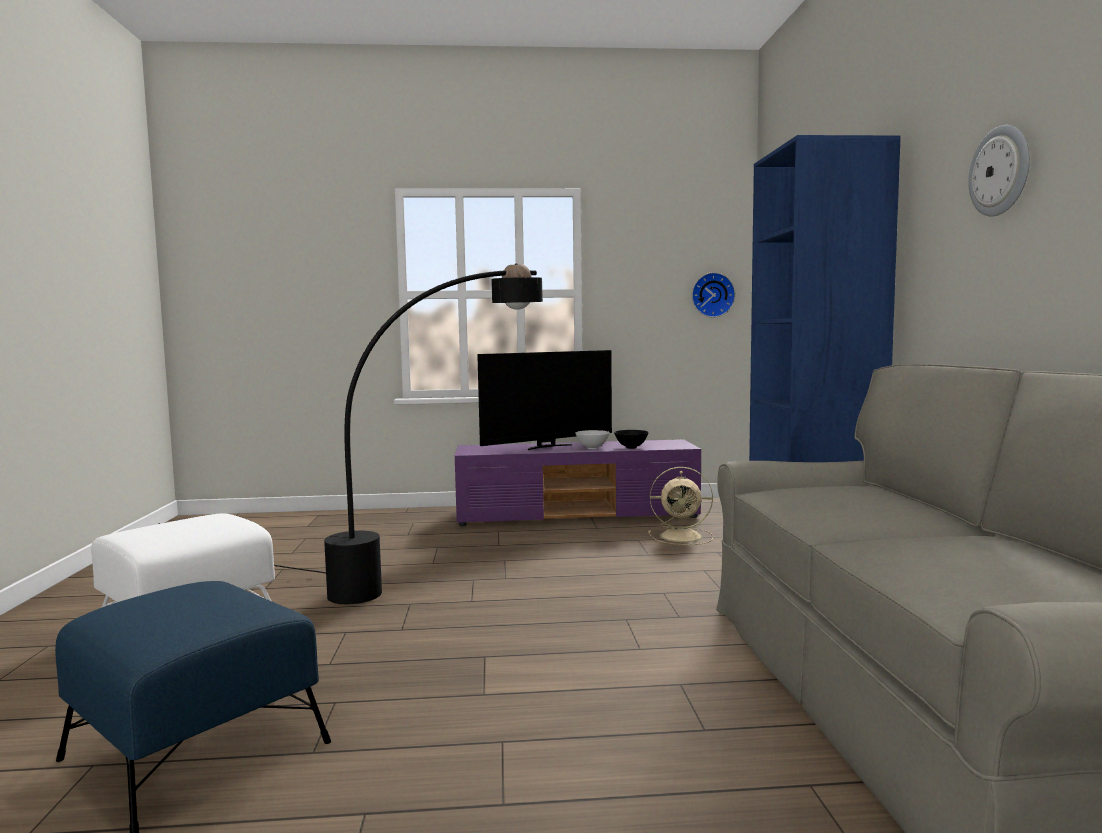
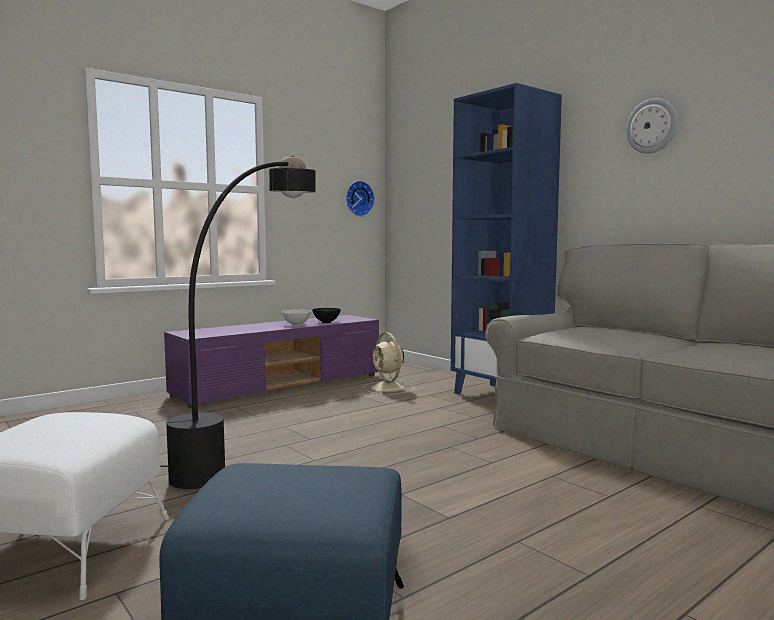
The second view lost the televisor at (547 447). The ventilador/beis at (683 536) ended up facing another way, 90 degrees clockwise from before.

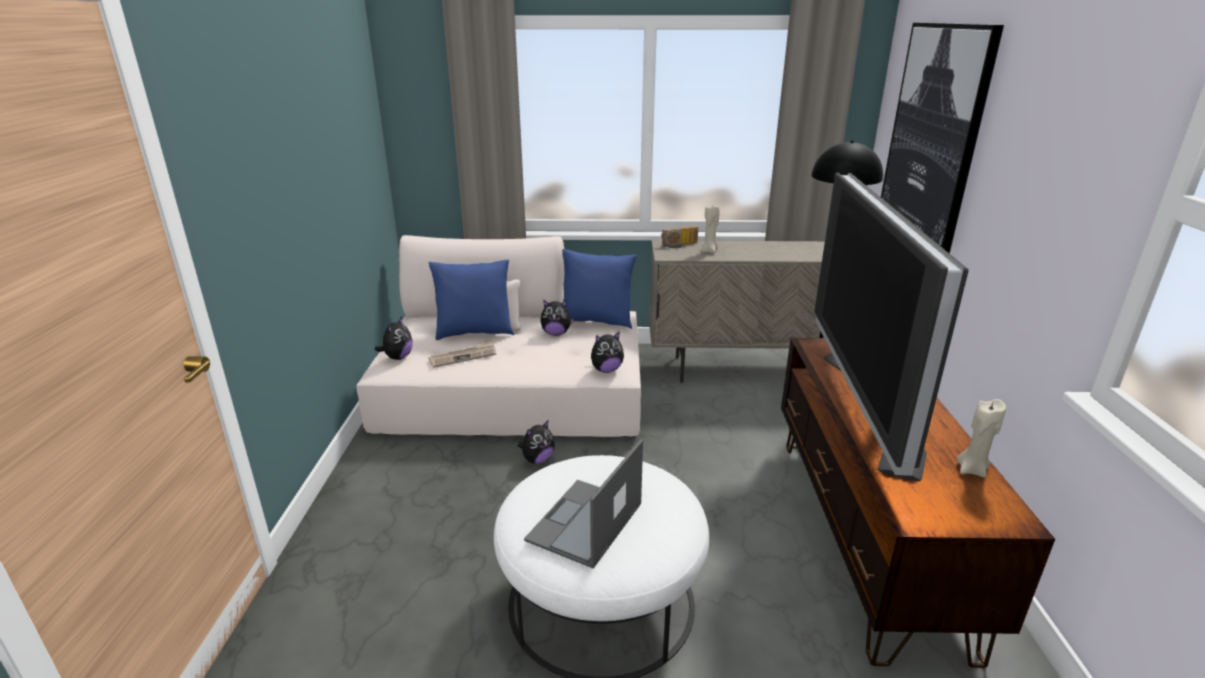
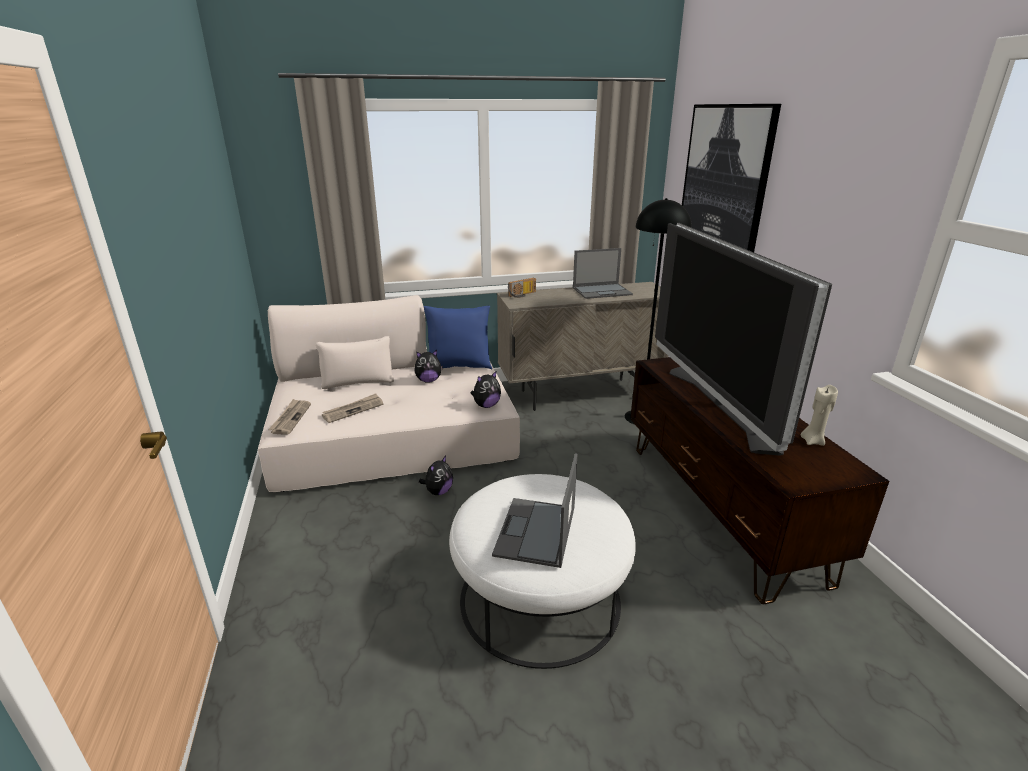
Where the peluche stood at (398 357), the periódico came to stand at (290 418). The second view lost the cojín/azul at (474 333). The second view lost the vela/beis at (709 251). The second view gained the portátil at (602 291).

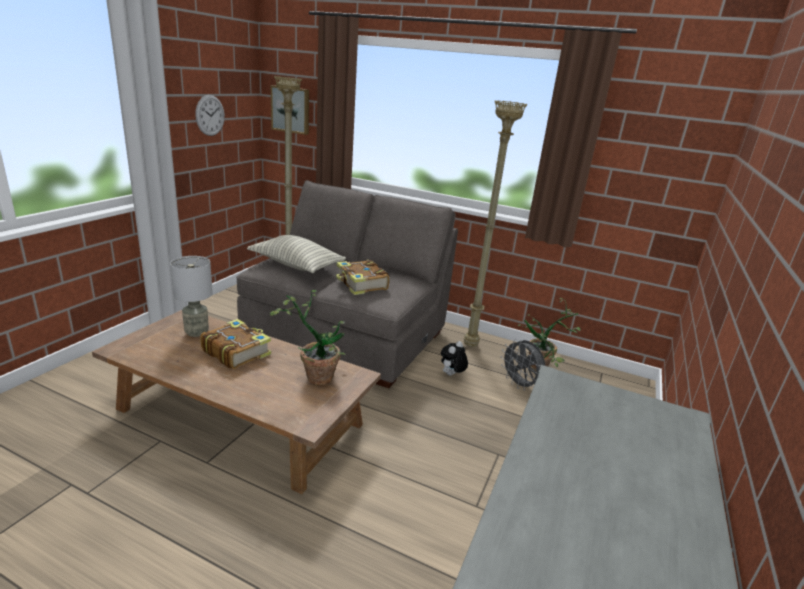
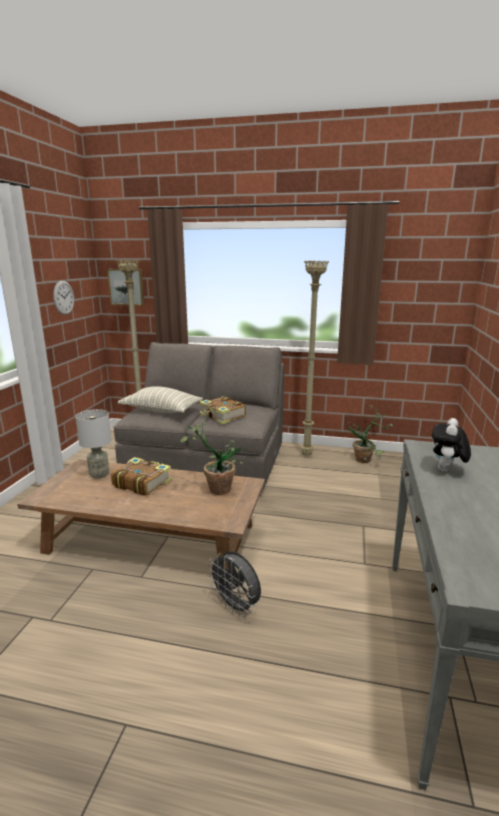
The peluche ended up elsewhere, having gone from (451 375) to (446 470). The ventilador/gris ended up elsewhere, having gone from (520 384) to (236 606).

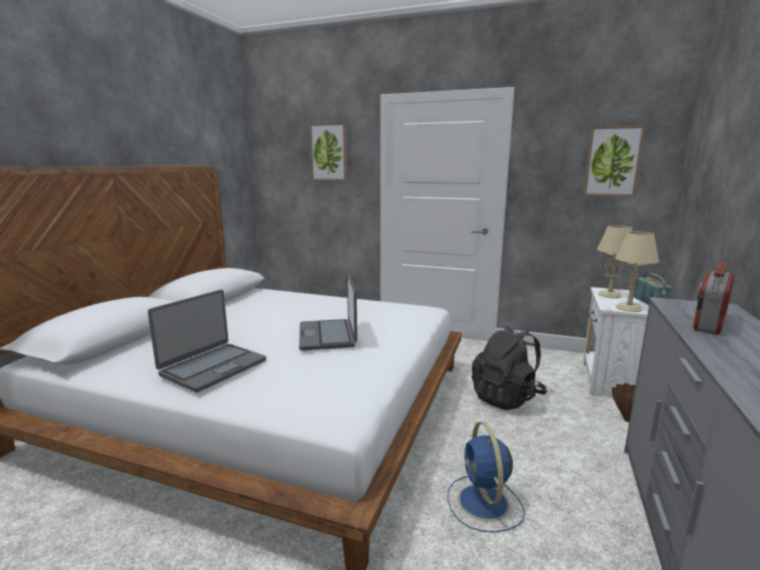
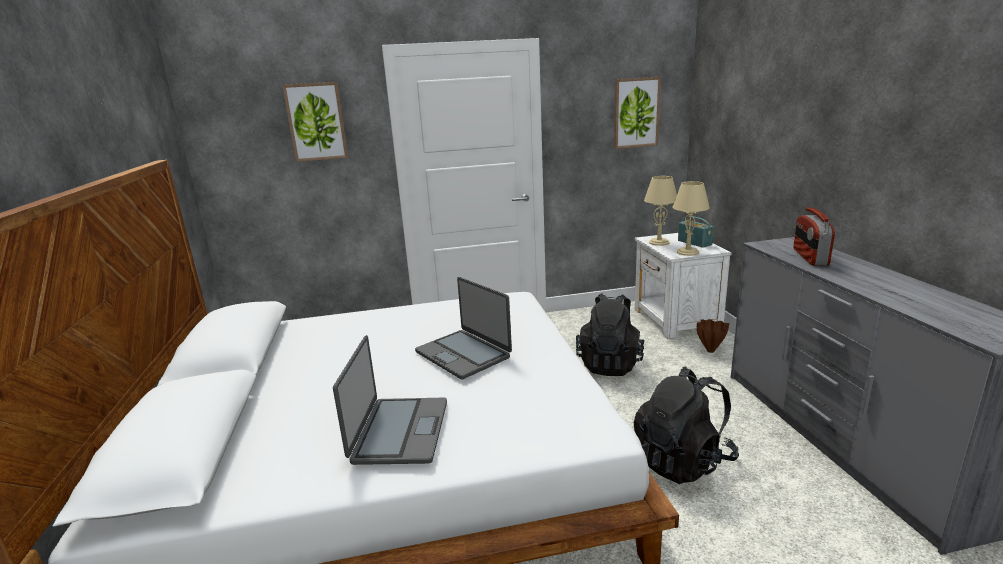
Where the ventilador/azul stood at (484 504), the mochila/negro came to stand at (682 461).

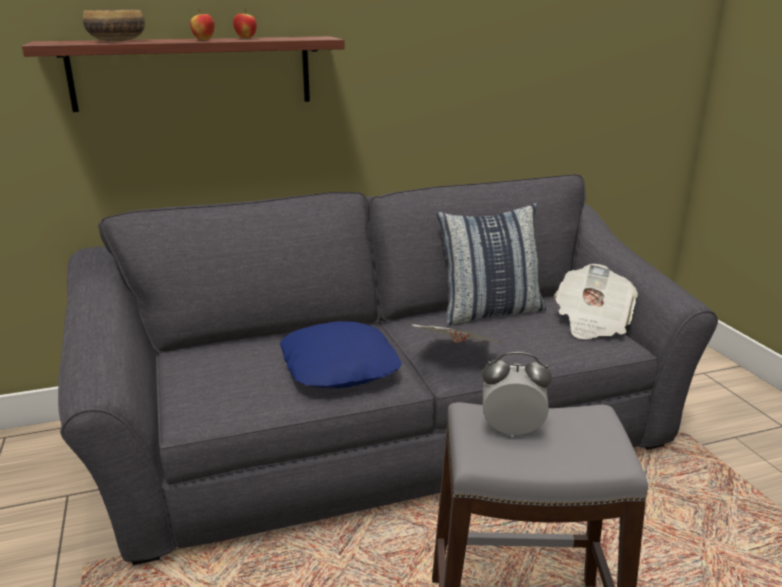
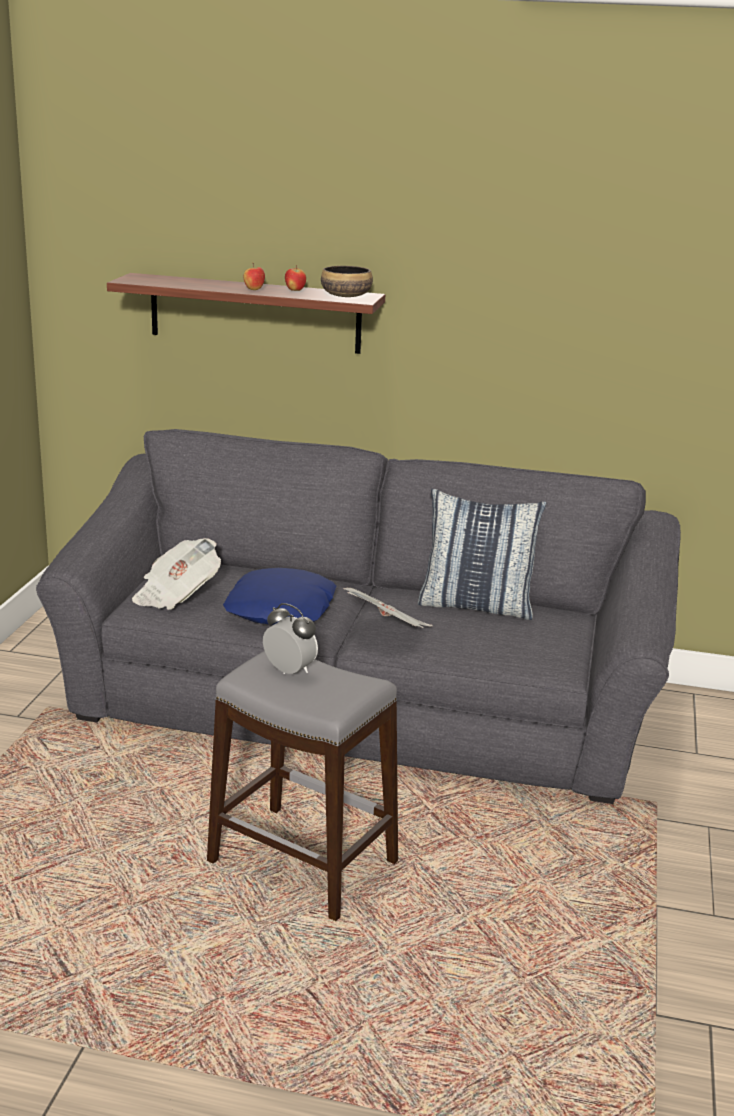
The cuenco ended up elsewhere, having gone from (117 41) to (346 296). The periódico ended up elsewhere, having gone from (592 322) to (176 595).

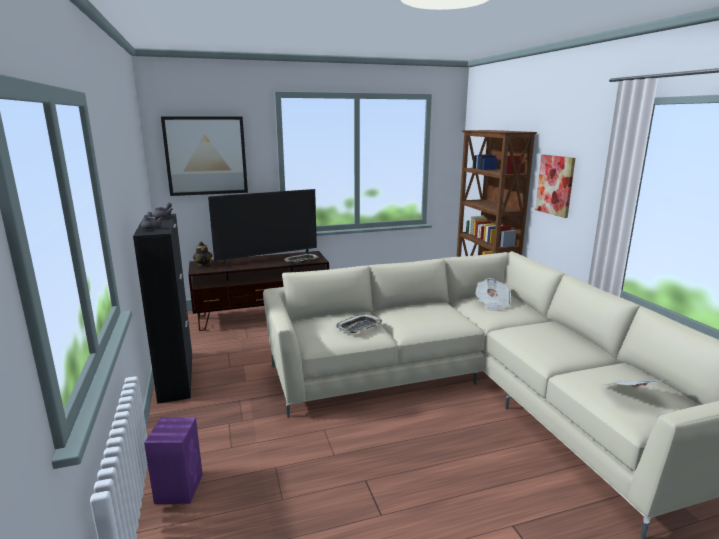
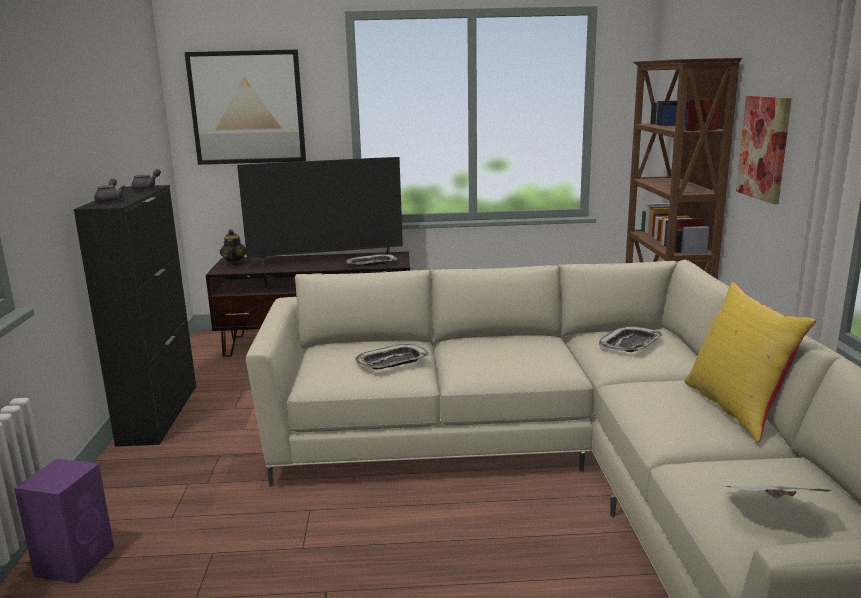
Where the periódico stood at (492 304), the bandeja came to stand at (630 344). The second view gained the cojín/amarillo at (736 408).

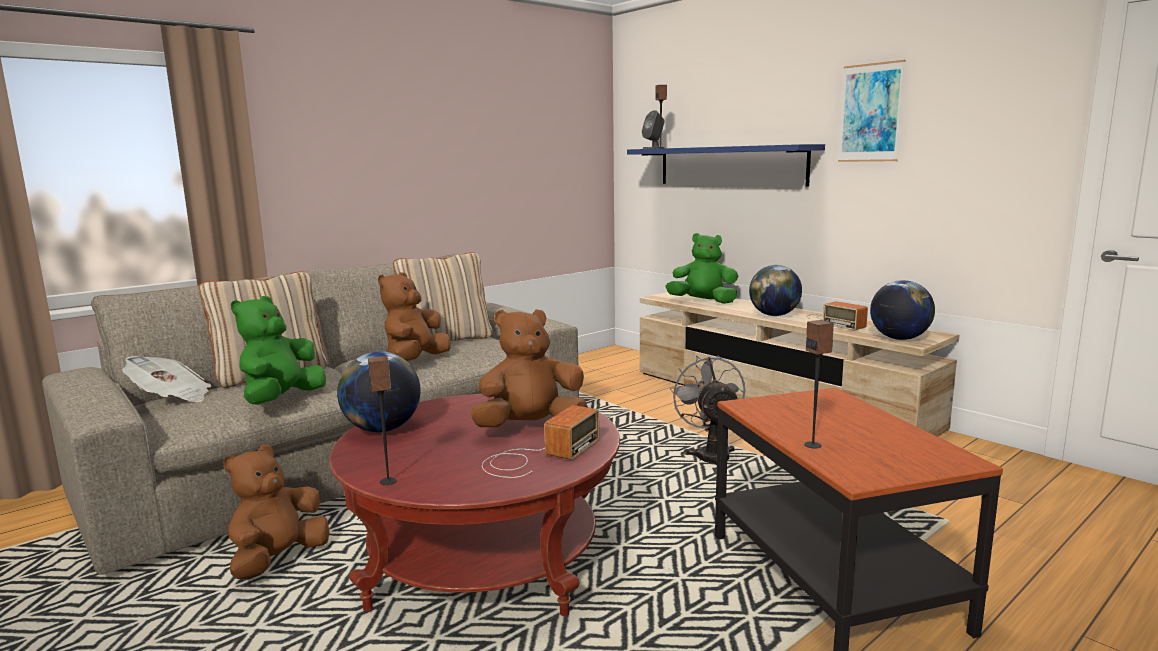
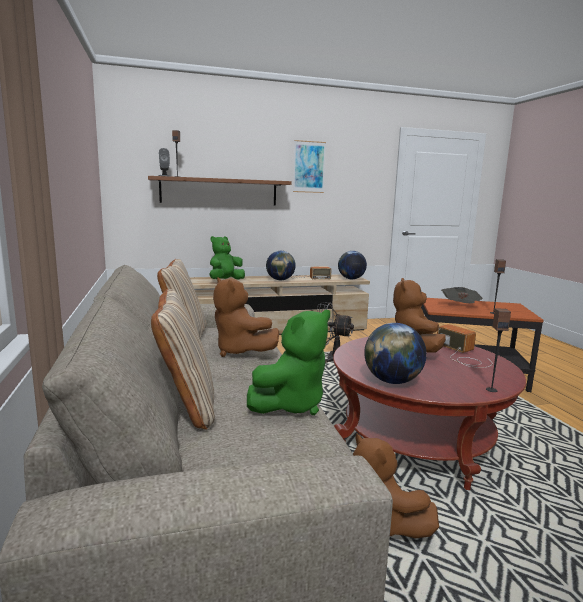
The periódico ended up elsewhere, having gone from (172 398) to (461 306). The peluche/verde at (281 400) ended up facing another way, 90 degrees counterclockwise from before. What was the estante/azul at (730 166) turned into the estante/marrón at (219 191).

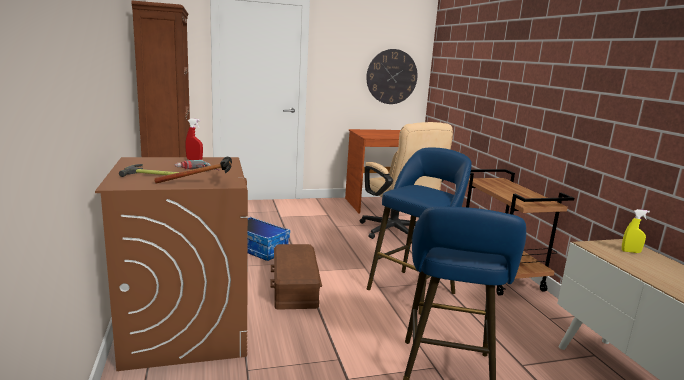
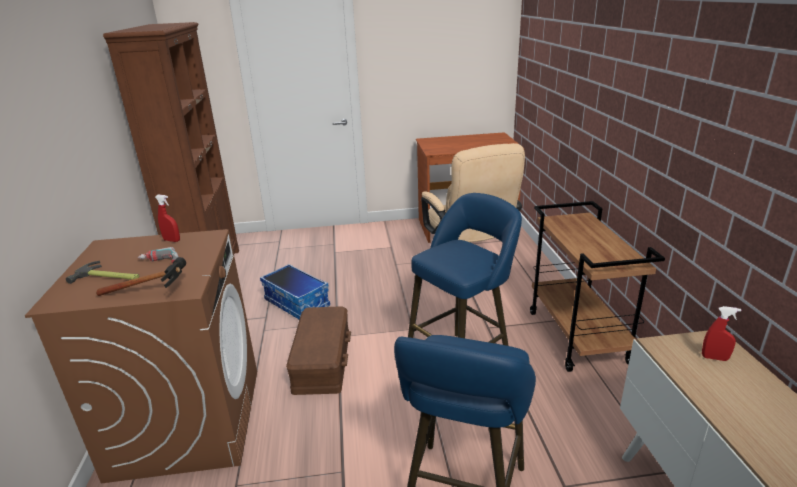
The second view lost the reloj de pared at (391 76). What was the pulverizador/amarillo at (630 252) turned into the pulverizador/rojo at (714 358).

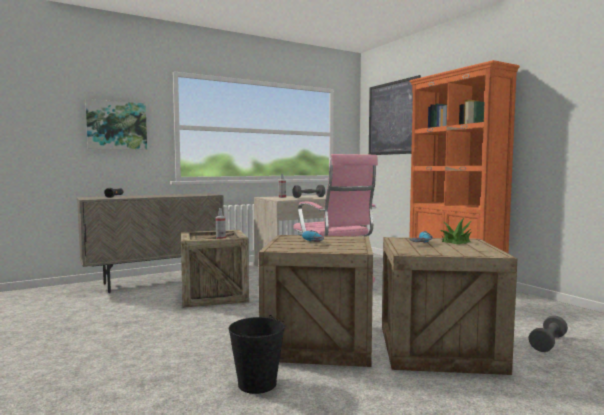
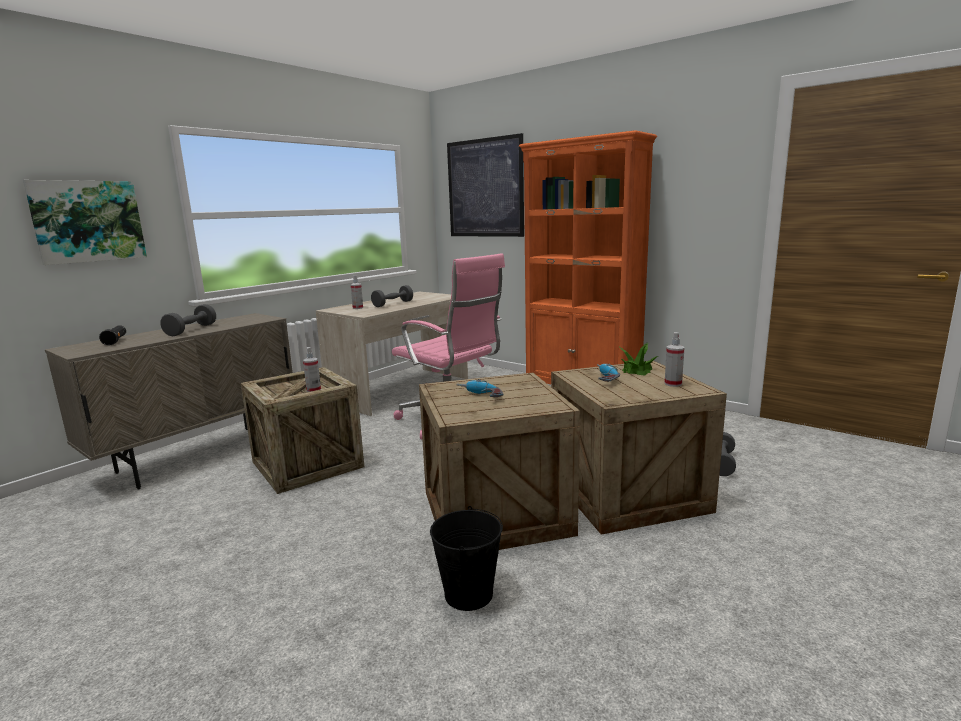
The second view gained the mancuerna/gris at (191 330). The second view gained the pulverizador at (673 384).

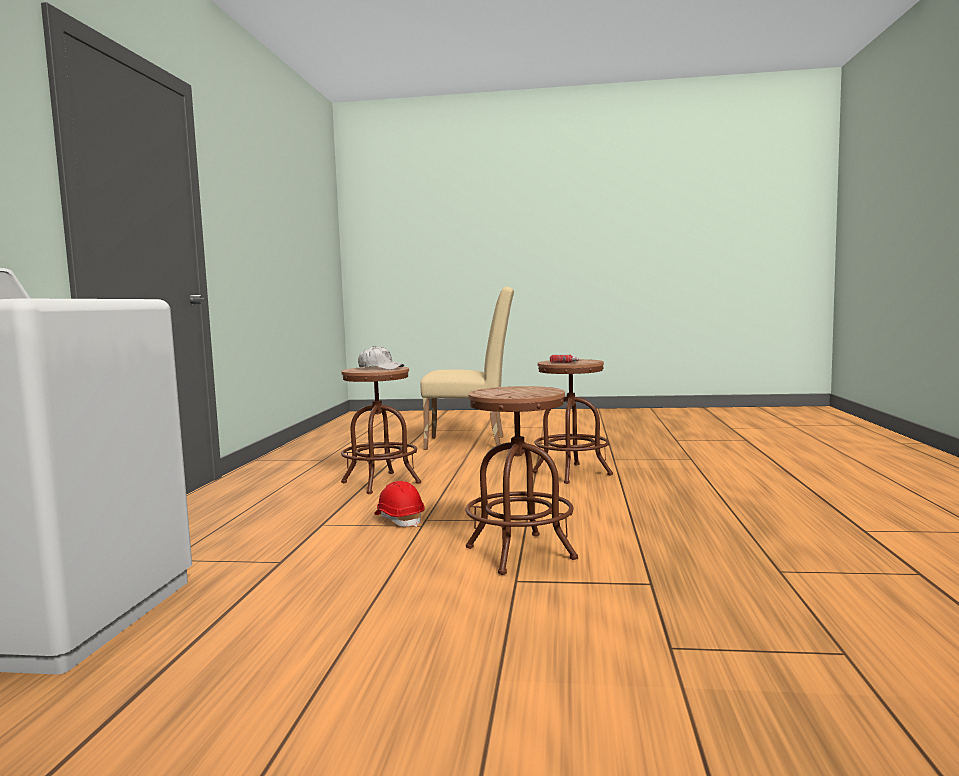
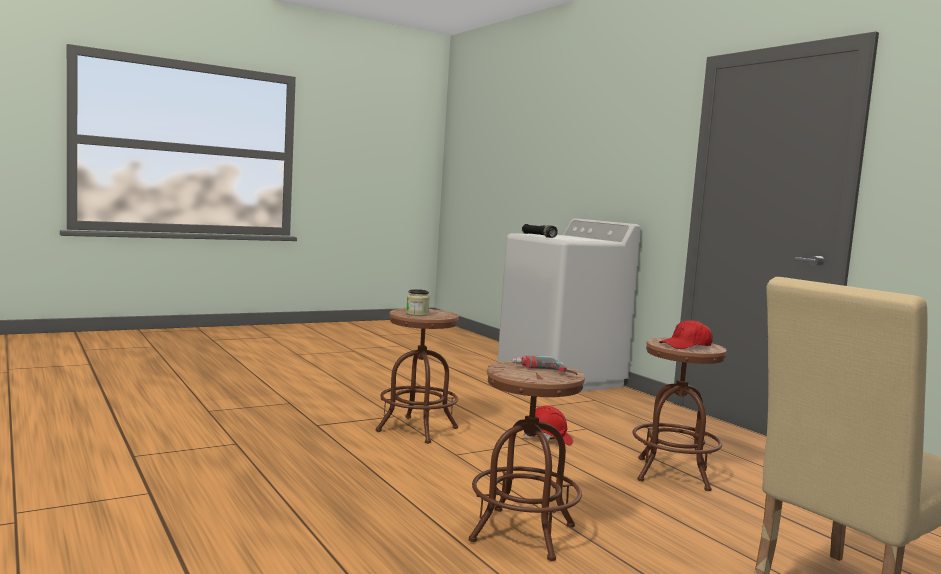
What was the gorra/blanco at (380 368) turned into the gorra/rojo at (686 346). The second view gained the tarro at (417 314). The second view gained the linterna/negro at (538 236).

